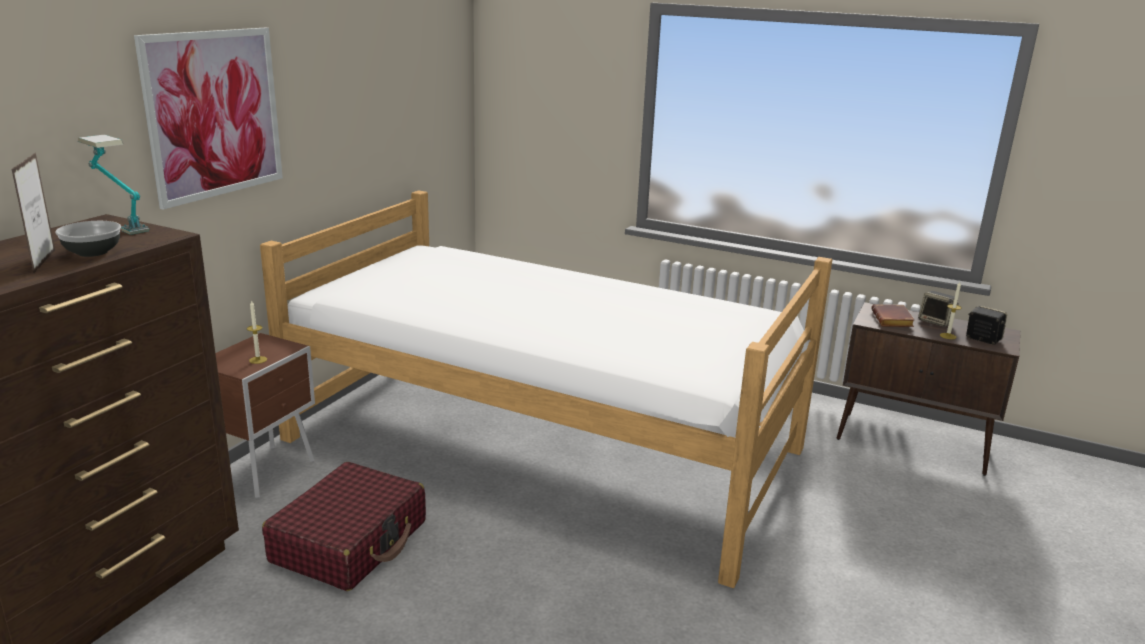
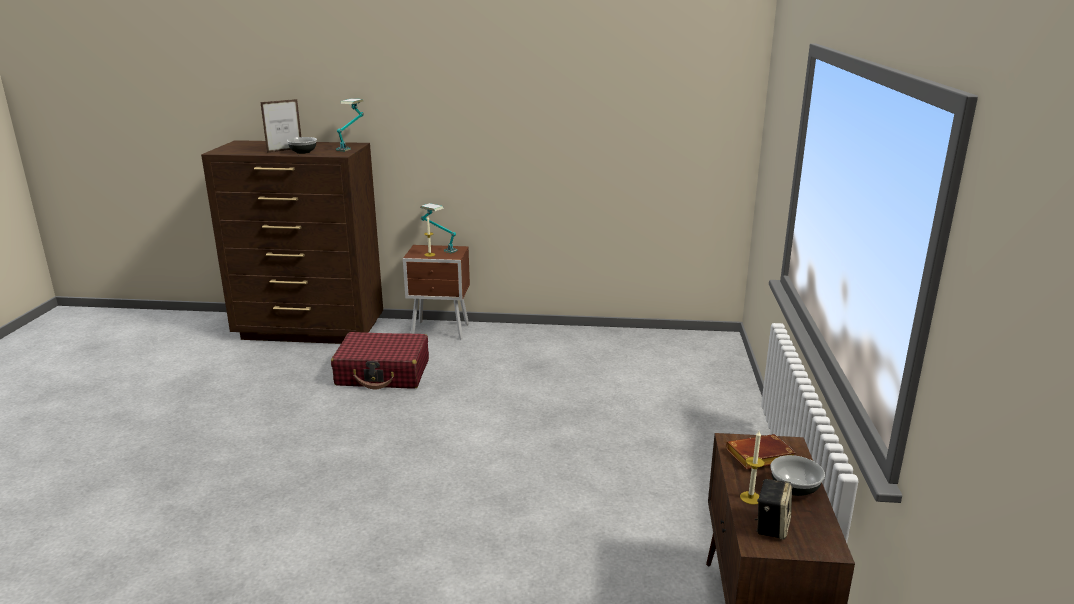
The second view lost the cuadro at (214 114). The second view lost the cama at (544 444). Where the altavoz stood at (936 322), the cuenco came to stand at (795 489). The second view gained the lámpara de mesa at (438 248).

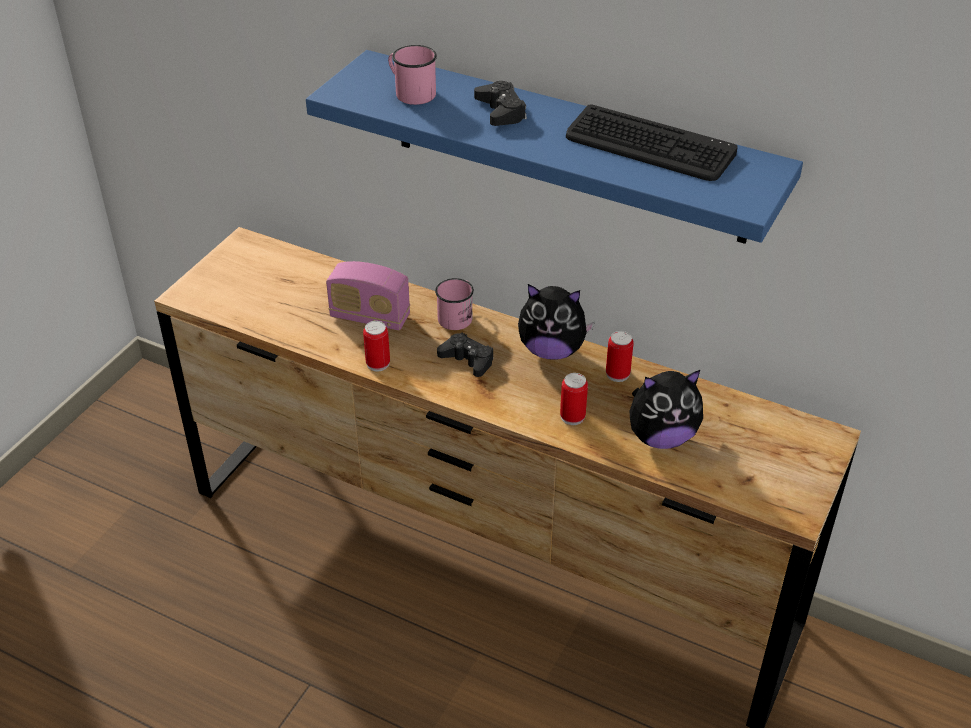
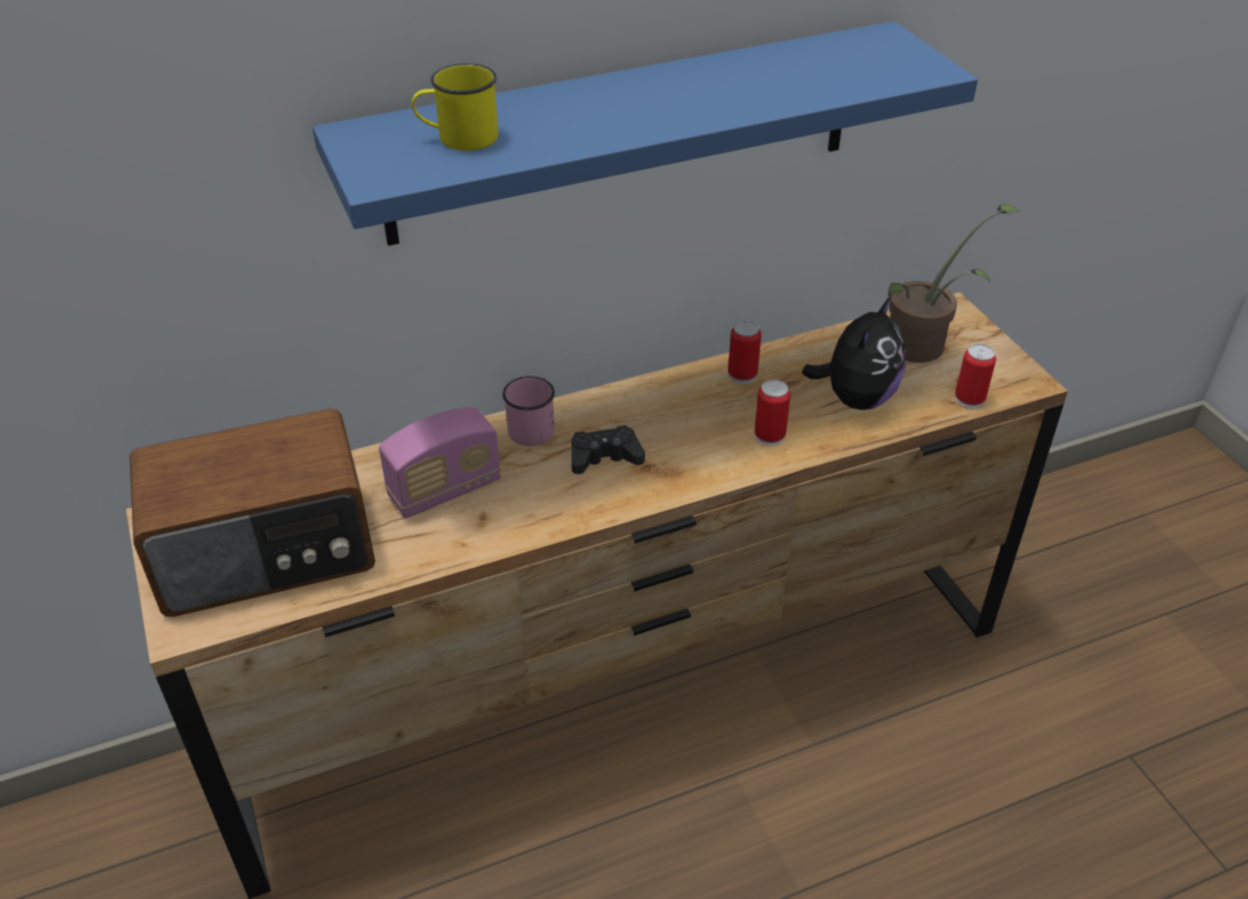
The lata ended up elsewhere, having gone from (378 363) to (969 399). What was the taza grande/rosa at (411 92) turned into the taza grande/amarillo at (458 138). The second view lost the mando de consola/negro at (501 111). The second view lost the peluche at (552 350). The second view lost the teclado at (649 146). The second view gained the radio at (267 553). The second view gained the planta en maceta at (924 344).

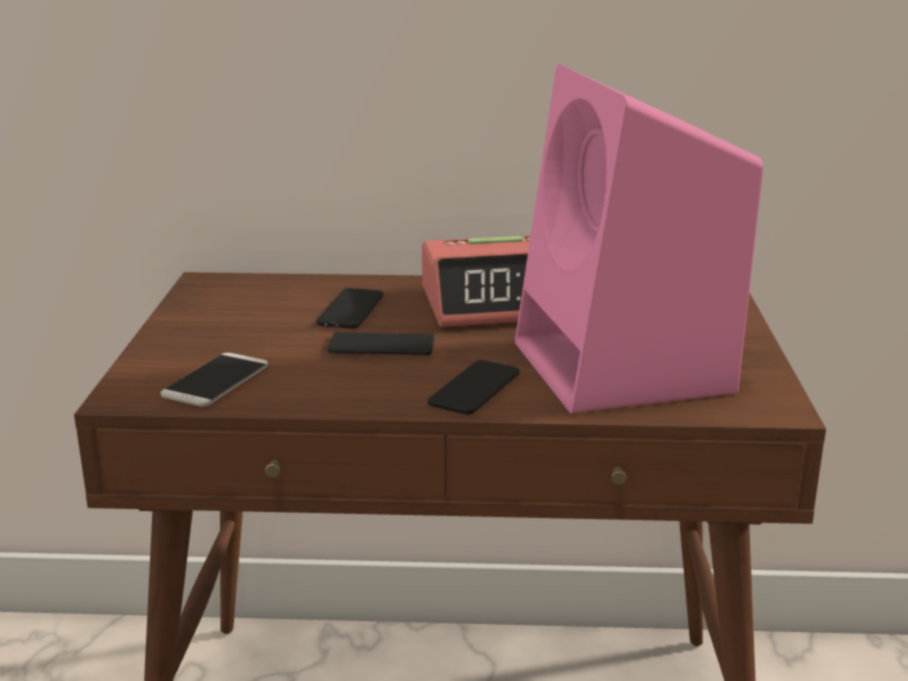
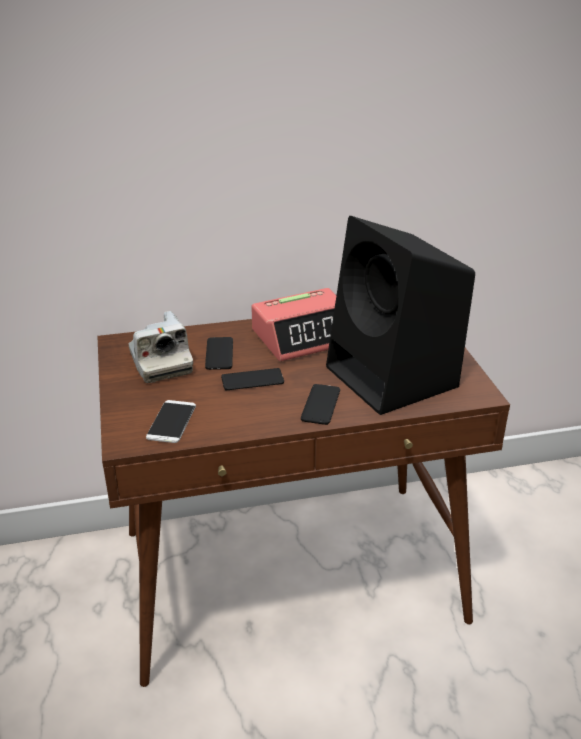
What was the altavoz/rosa at (625 369) turned into the altavoz/negro at (394 378). The second view gained the cámara at (160 363).

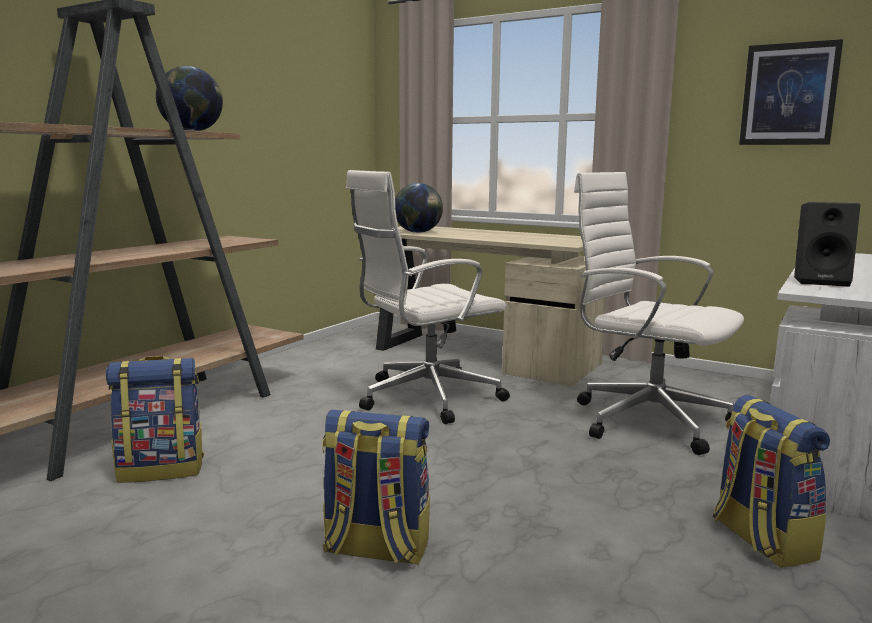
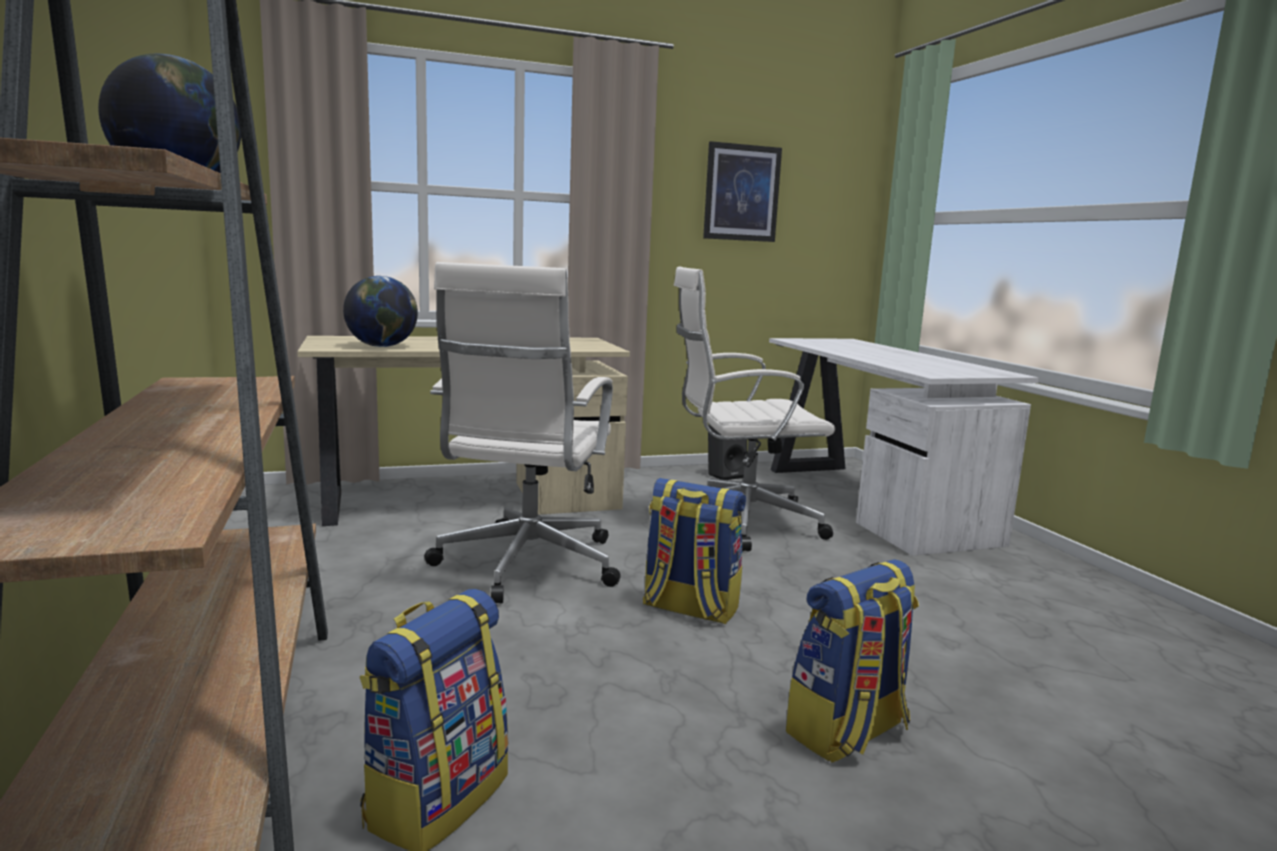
The mochila ended up elsewhere, having gone from (761 540) to (689 608). The altavoz/negro ended up elsewhere, having gone from (822 282) to (725 475).

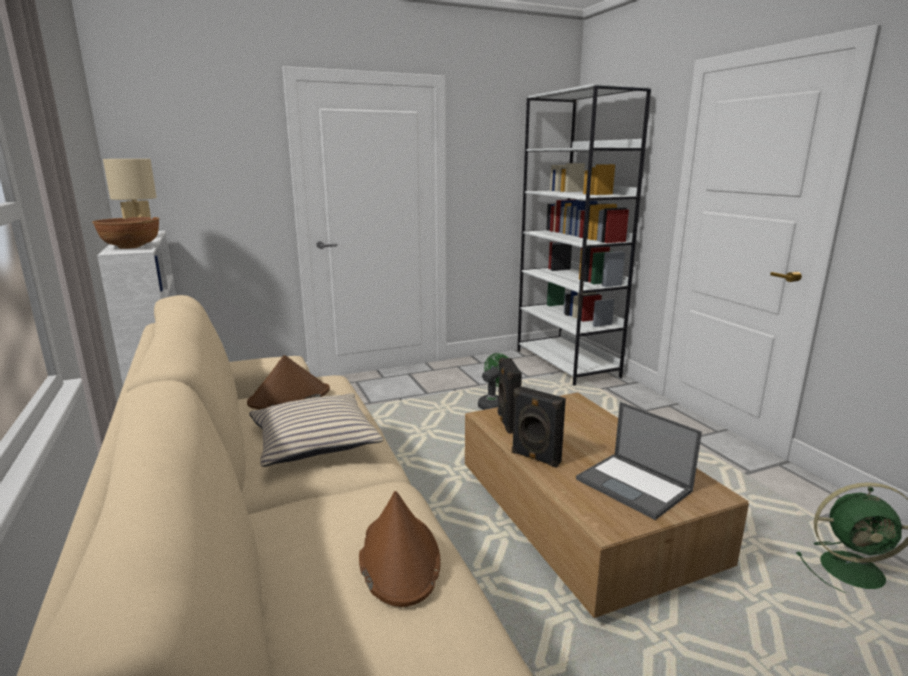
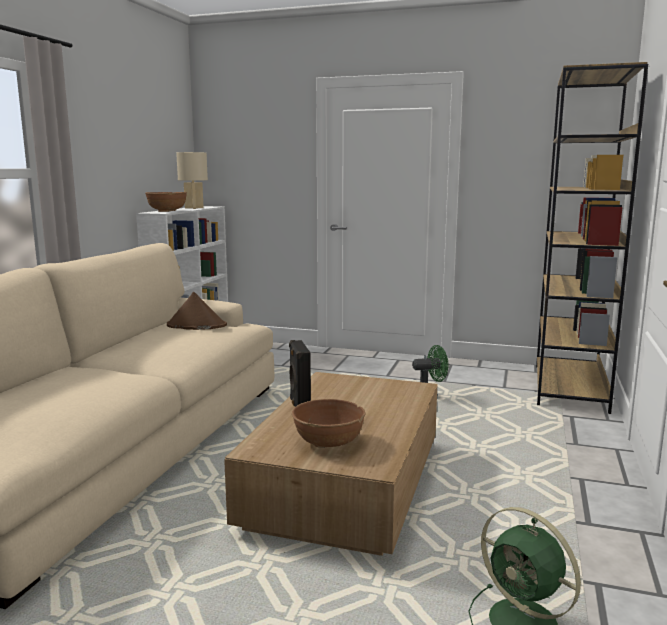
The second view lost the cojín/beis at (314 441). The second view lost the sombrero/marrón at (398 558). The second view lost the altavoz/negro at (507 423). What was the estantería/blanco at (567 363) turned into the estantería/marrón at (570 388). Where the portátil stood at (635 485), the cuenco/marrón came to stand at (328 442).

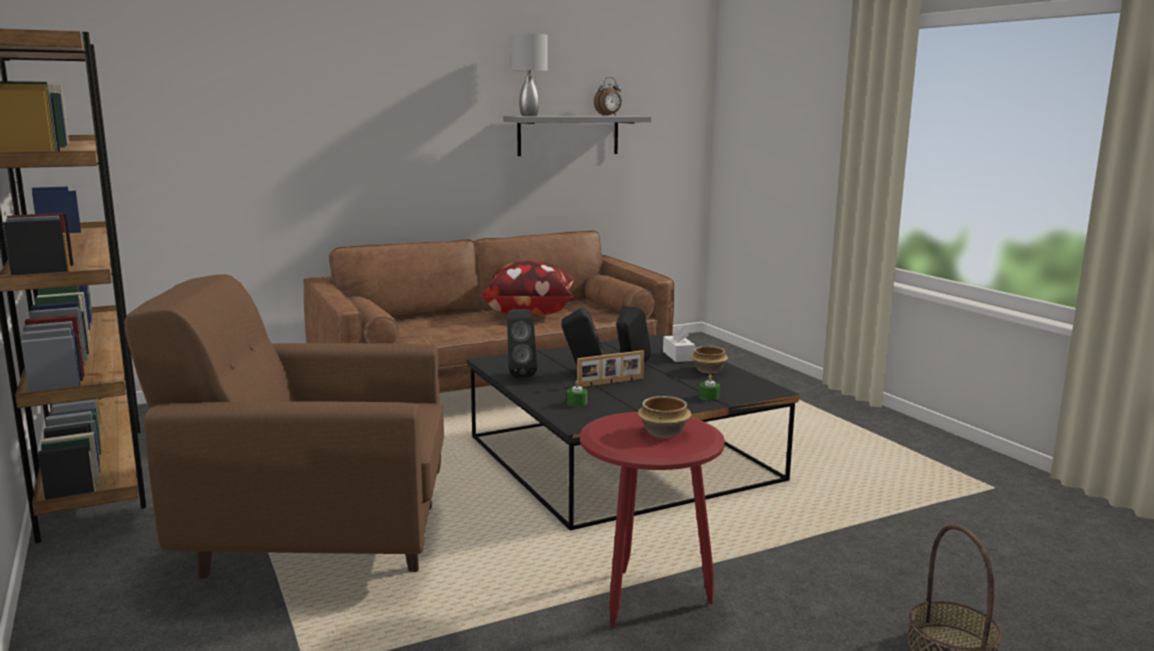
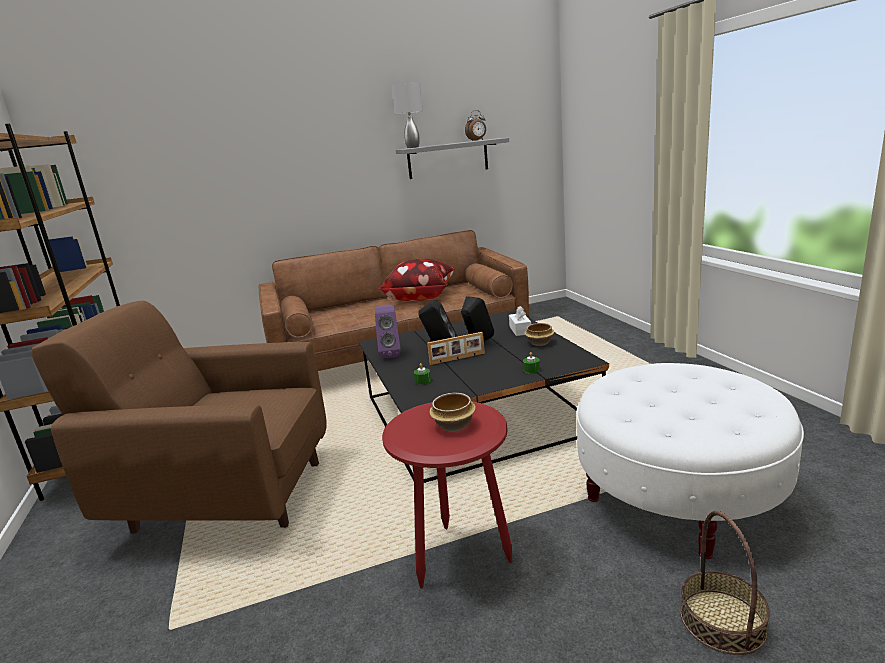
What was the altavoz/negro at (520 374) turned into the altavoz/morado at (391 354). The second view gained the puf/blanco at (678 496).

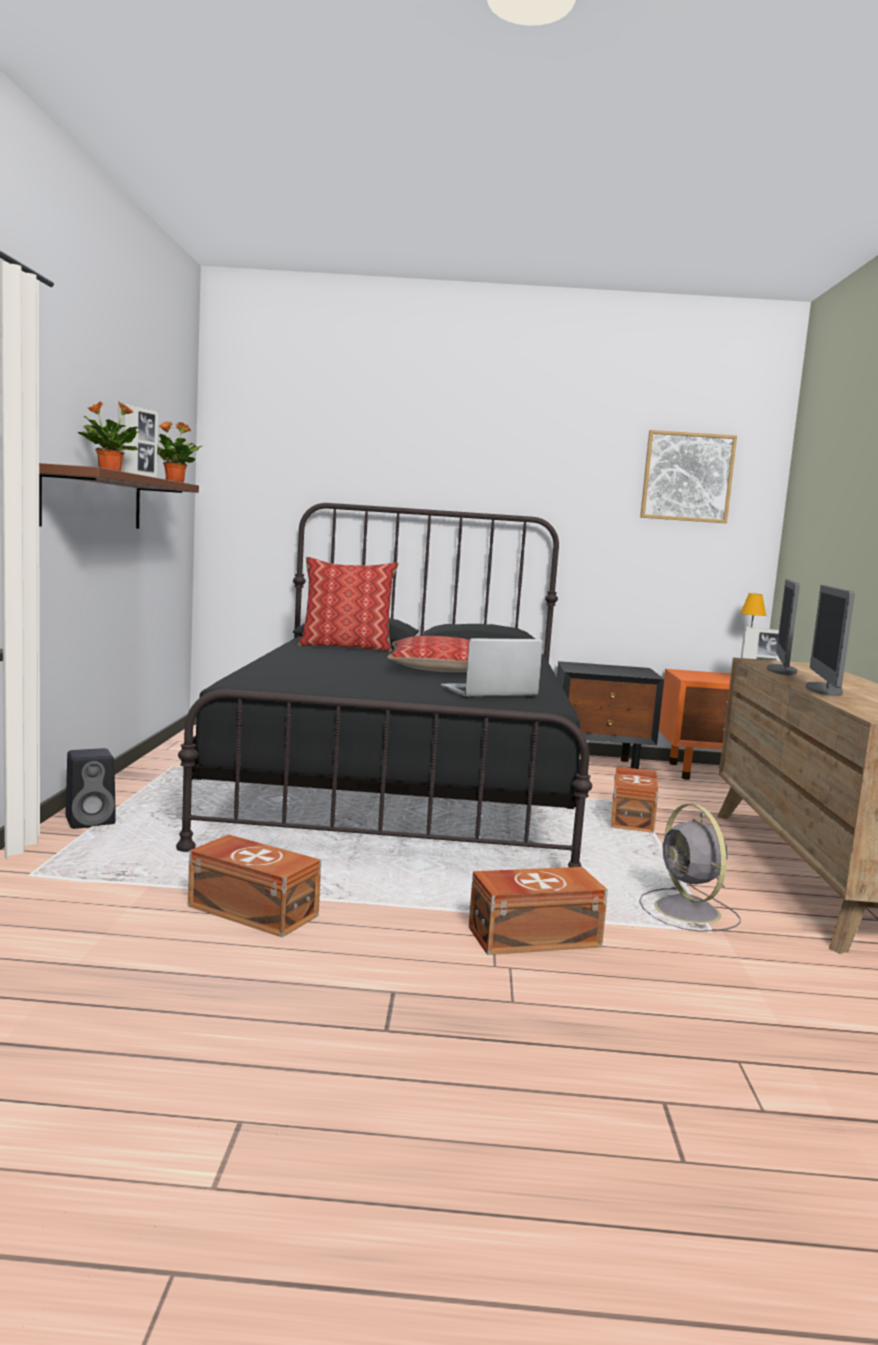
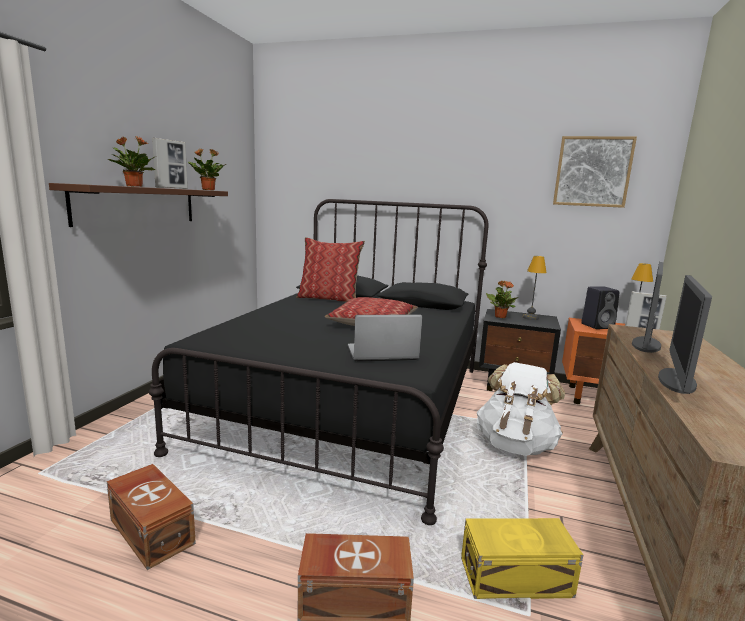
The altavoz/negro ended up elsewhere, having gone from (92 821) to (598 326). Where the caja de almacenaje/marrón stood at (633 818), the mochila/blanco came to stand at (515 445). Where the ventilador/gris stood at (688 911), the caja de almacenaje/amarillo came to stand at (517 578). The second view gained the planta en maceta at (500 317). The second view gained the lámpara de mesa at (530 318).

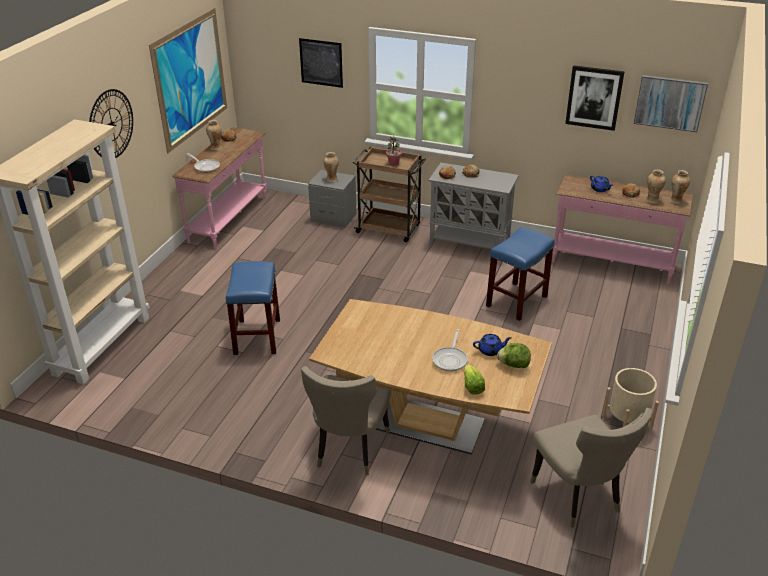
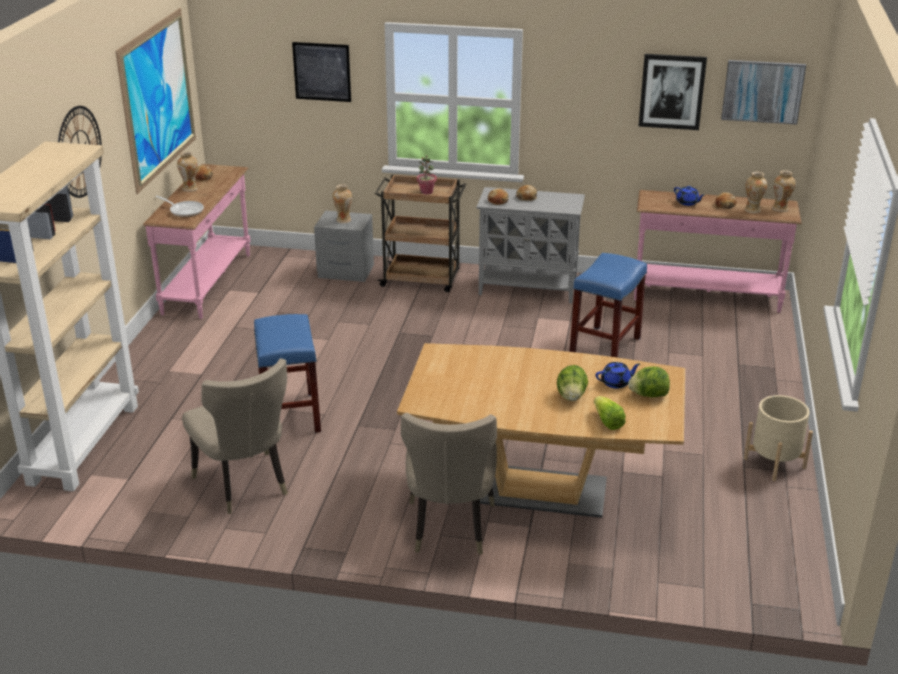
Where the sartén stood at (450 359), the lechuga came to stand at (571 396). The silla/beis ended up elsewhere, having gone from (579 497) to (245 486).

